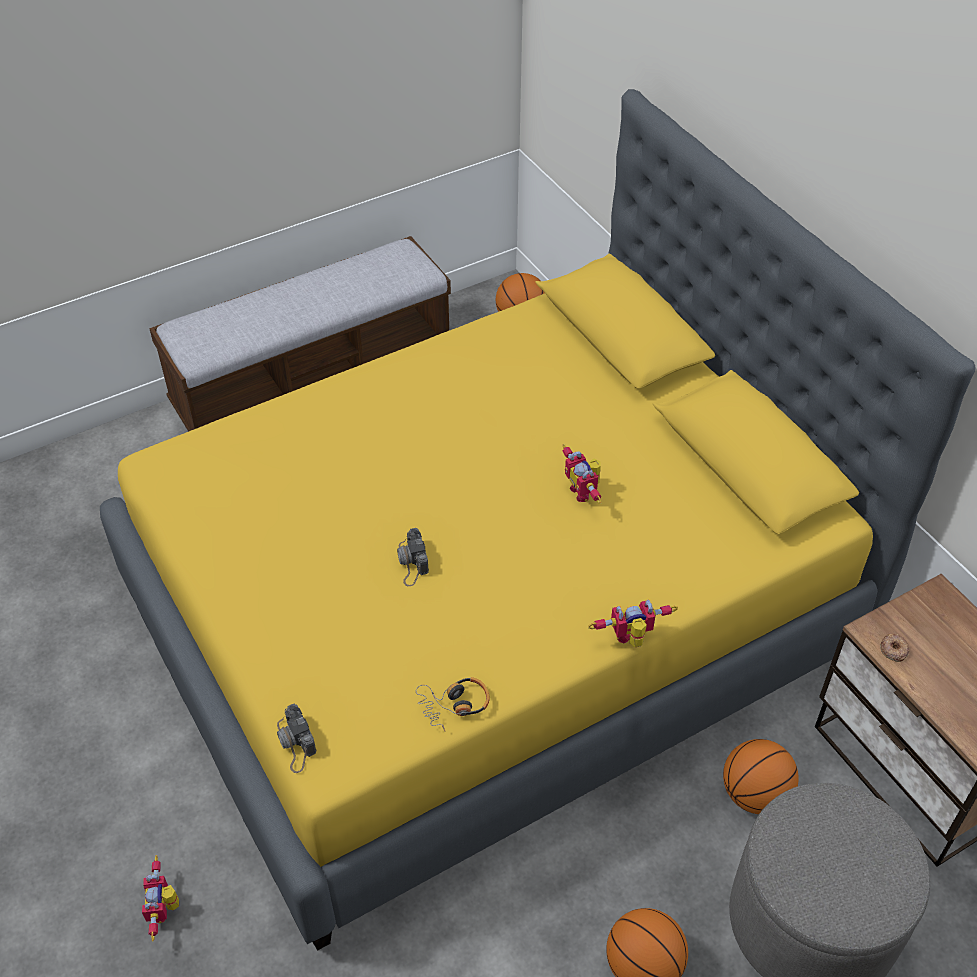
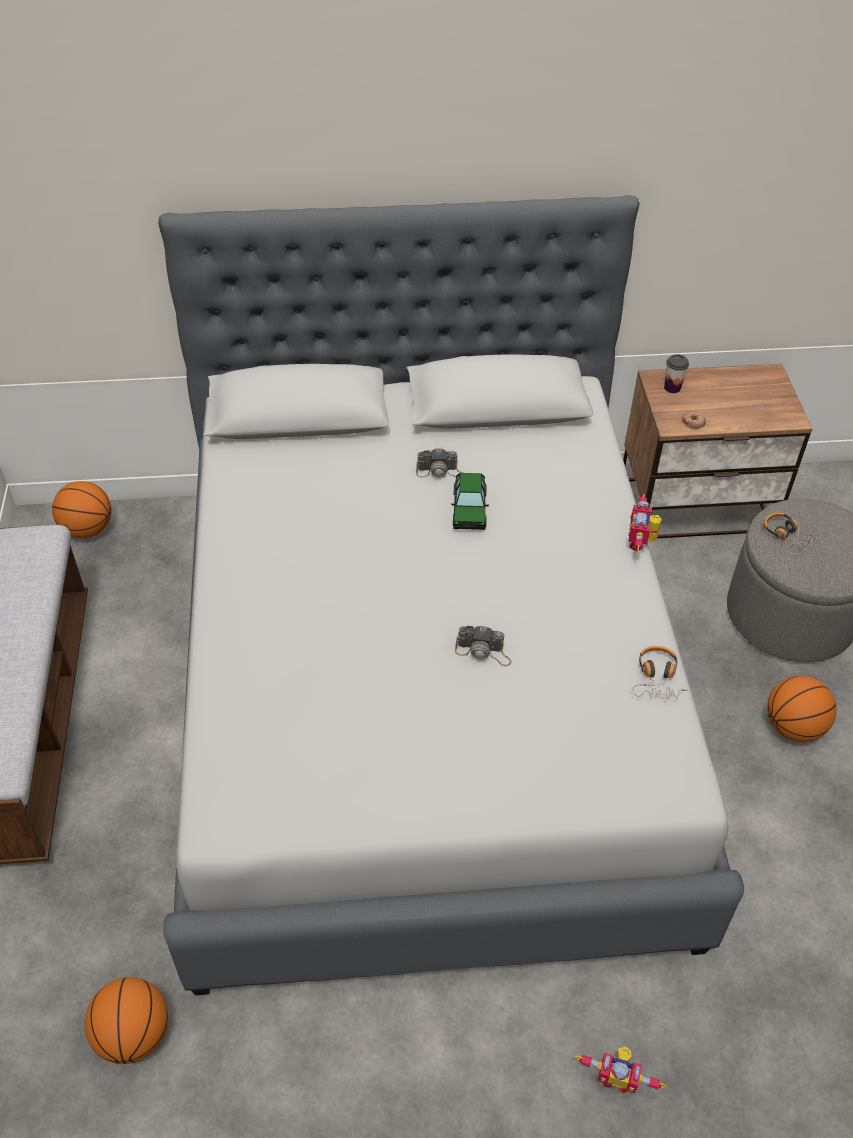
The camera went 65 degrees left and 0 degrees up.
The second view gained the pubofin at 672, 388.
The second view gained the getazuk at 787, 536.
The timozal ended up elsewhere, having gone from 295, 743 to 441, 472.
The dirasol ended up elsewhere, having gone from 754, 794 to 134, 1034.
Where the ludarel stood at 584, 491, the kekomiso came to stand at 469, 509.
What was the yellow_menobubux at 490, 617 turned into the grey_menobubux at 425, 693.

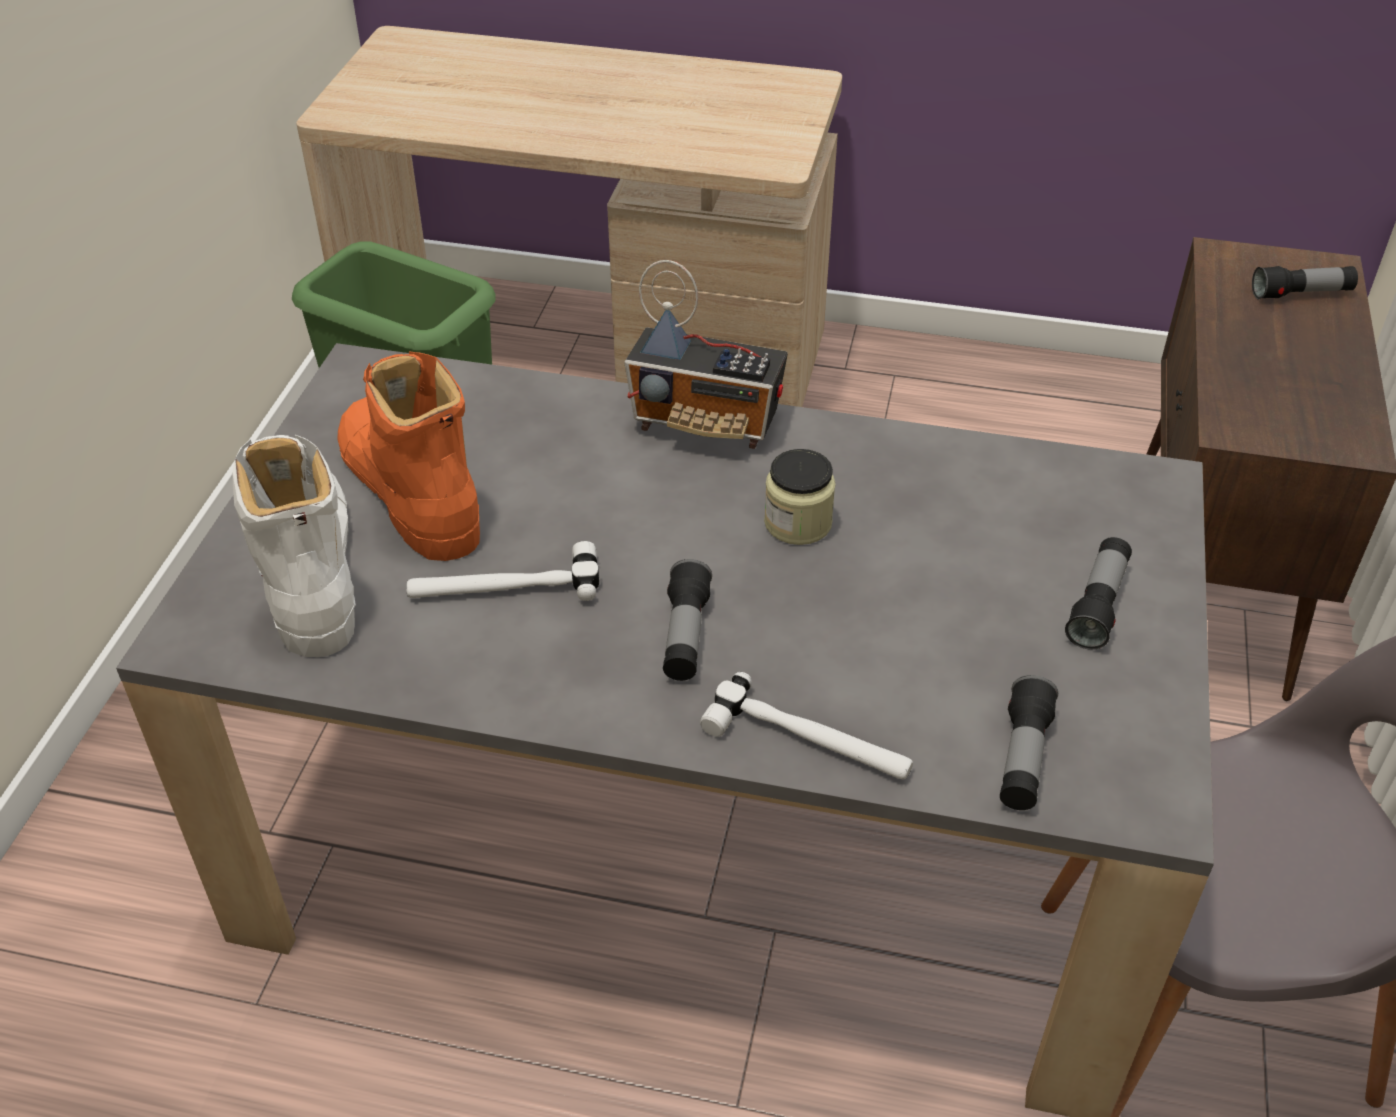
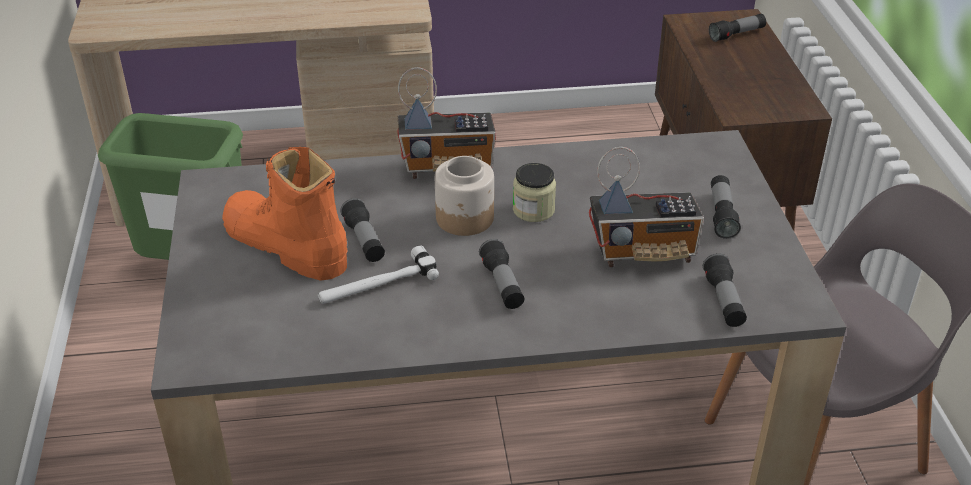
The camera went 20 degrees left and 5 degrees down.
The second view lost the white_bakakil at 311, 572.
The second view lost the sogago at 808, 742.
The second view gained the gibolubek at 364, 240.
The second view gained the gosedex at 465, 218.
The second view gained the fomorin at 644, 252.

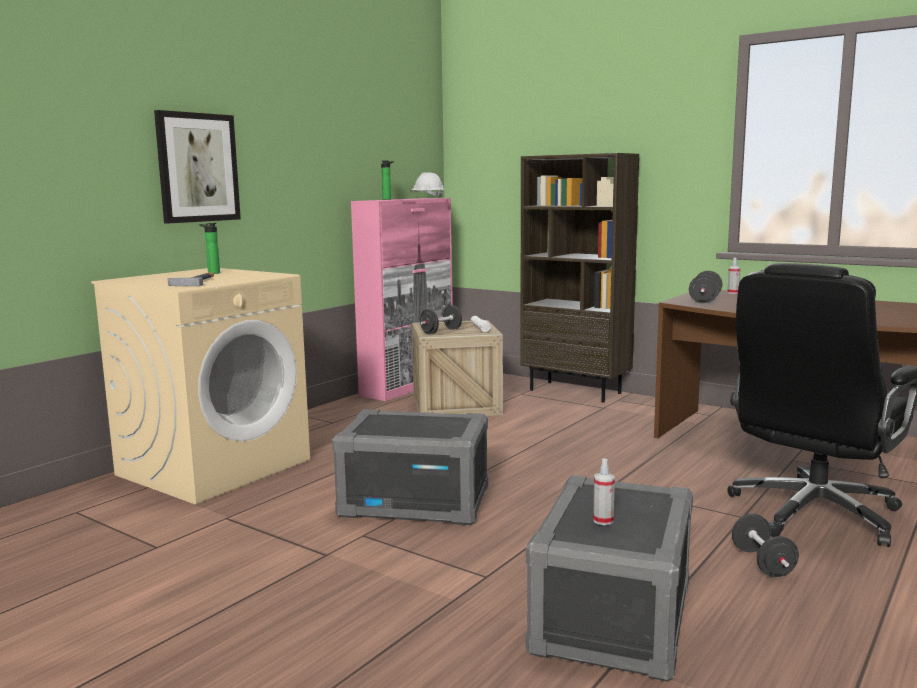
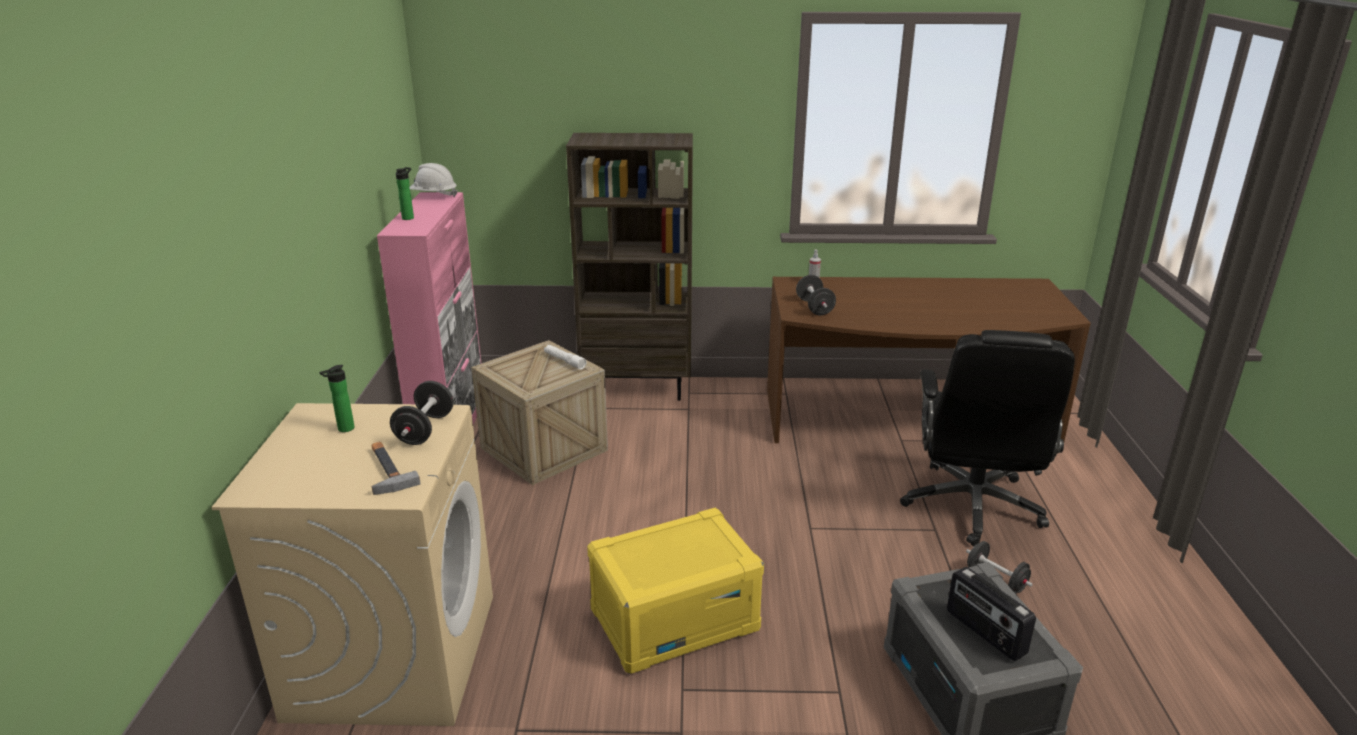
The camera went 35 degrees left and 15 degrees up.
The second view lost the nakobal at 197, 167.
The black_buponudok ended up elsewhere, having gone from 441, 331 to 425, 430.
Where the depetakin stood at 603, 520, the fomorin came to stand at 984, 633.
What was the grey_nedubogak at 415, 502 turned into the yellow_nedubogak at 675, 619.

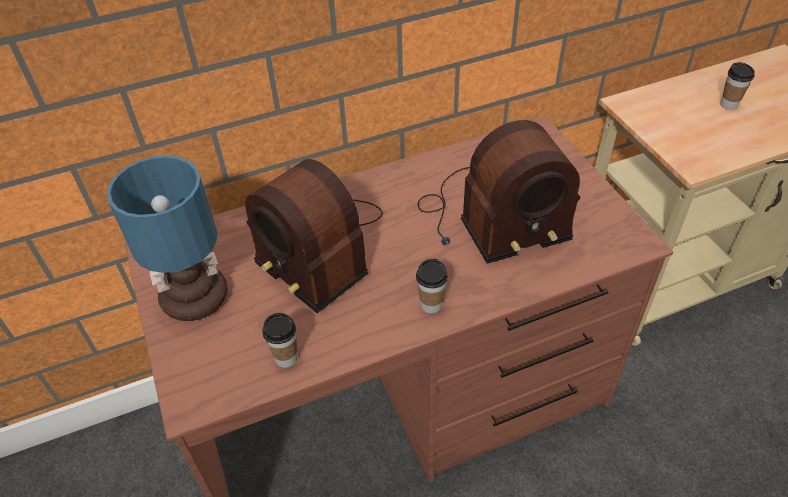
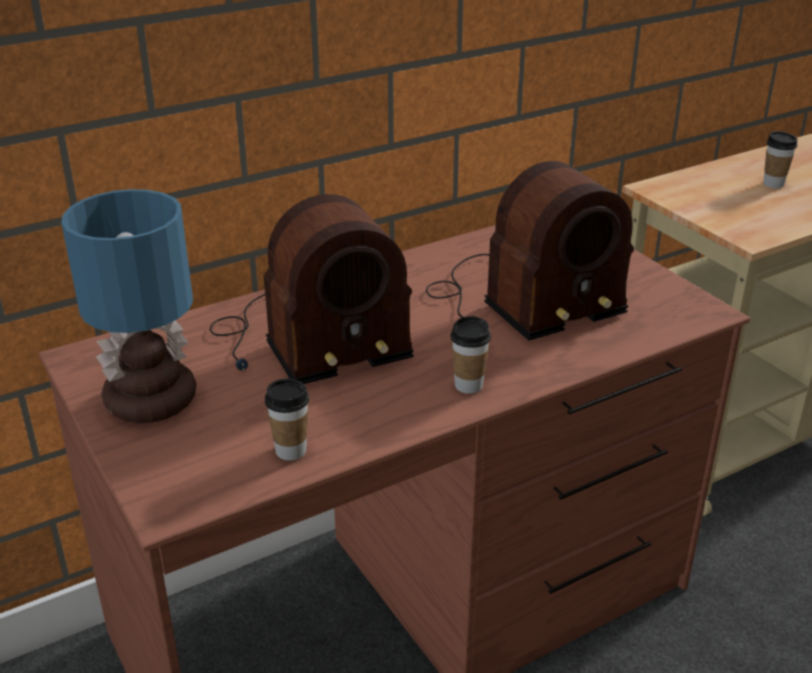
The camera went 10 degrees left and 15 degrees down.
The fomorin at 318, 248 ended up facing another way, 60 degrees counterclockwise from before.

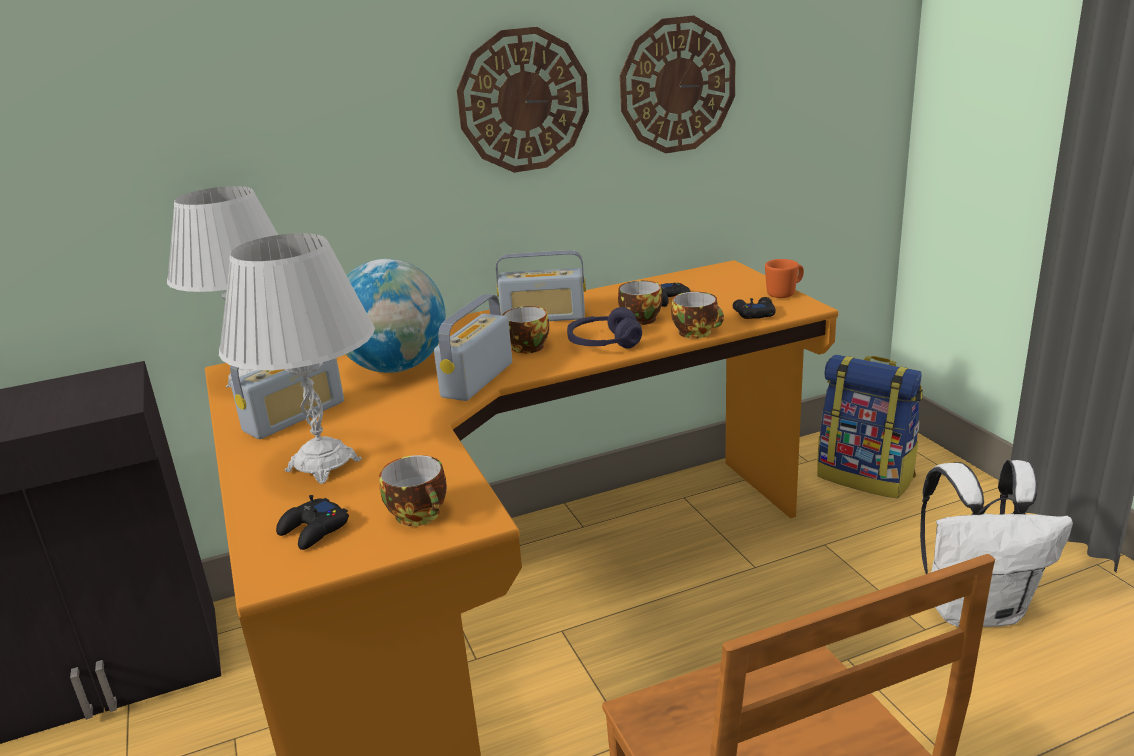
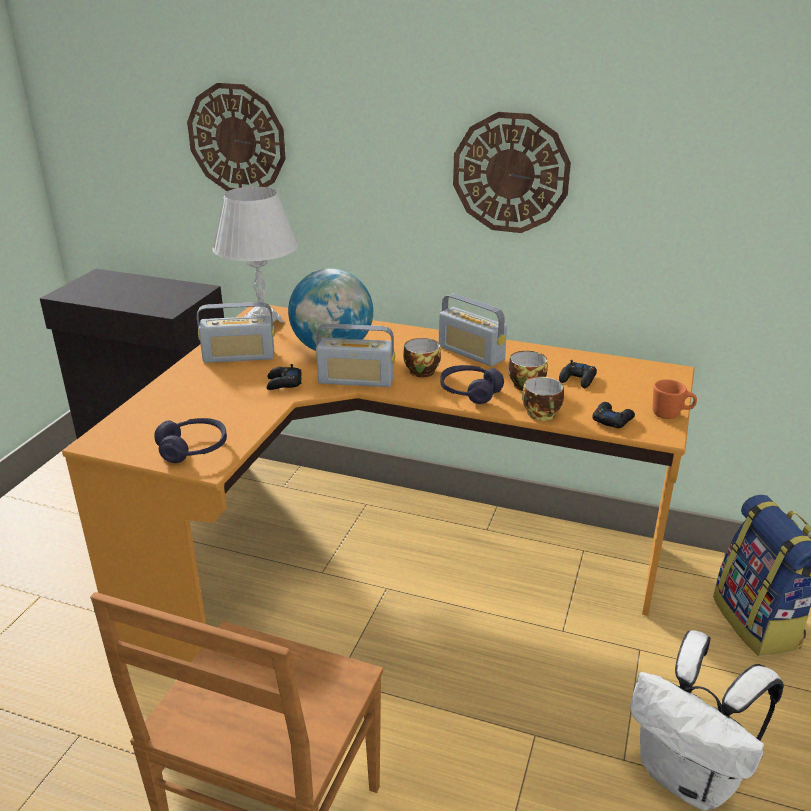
The camera went 40 degrees right and 5 degrees up.
The second view lost the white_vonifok at 323, 465.
The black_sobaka ended up elsewhere, having gone from 314, 530 to 283, 383.
The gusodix ended up elsewhere, having gone from 677, 85 to 237, 139.
Where the pubofin stood at 421, 515, the purple_getazuk came to stand at 193, 449.
The fomorin at 477, 380 ended up facing another way, 150 degrees counterclockwise from before.

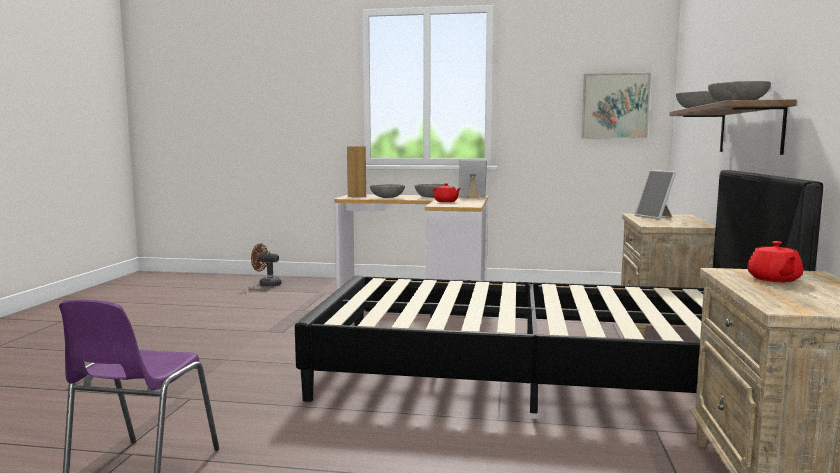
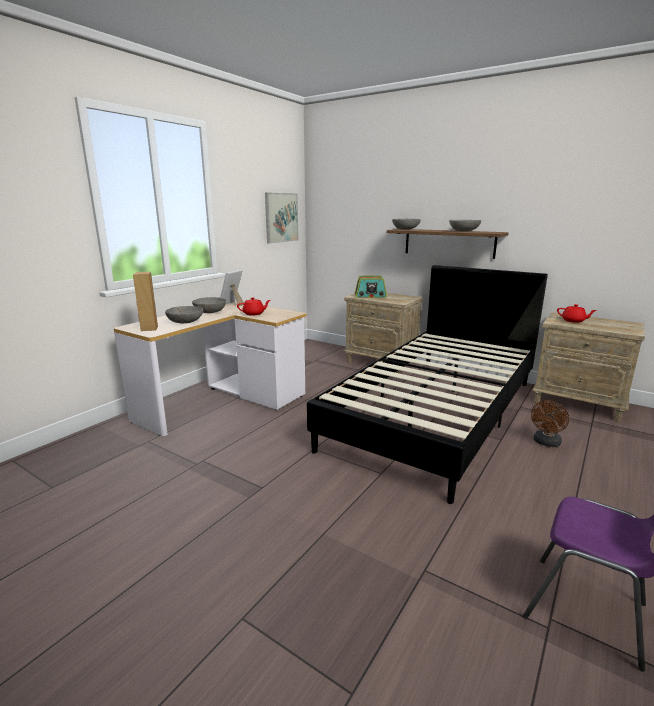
The camera went 65 degrees left and 10 degrees up.
The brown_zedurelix ended up elsewhere, having gone from 266, 284 to 546, 443.
Where the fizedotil stood at 655, 217, the fomorin came to stand at 370, 296.

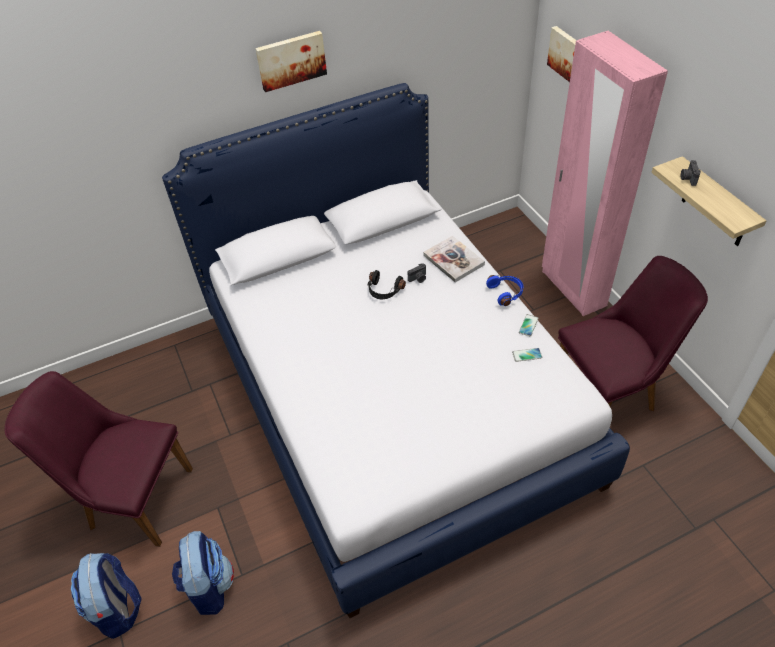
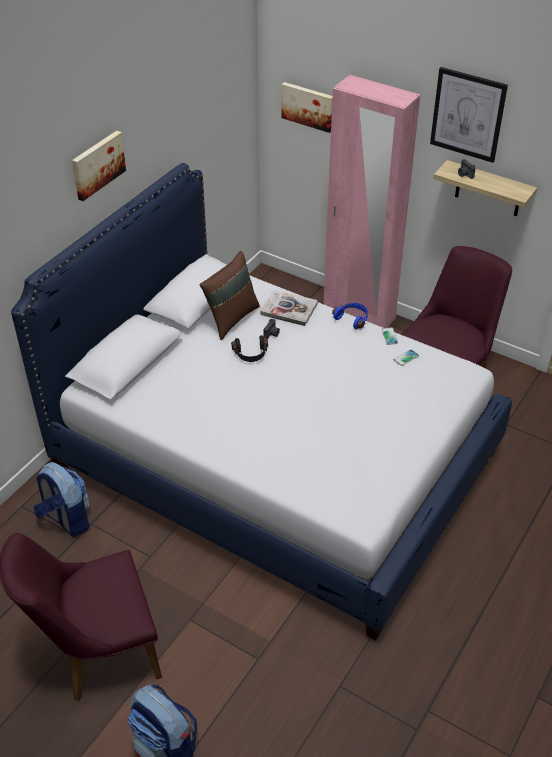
The camera went 35 degrees left and 5 degrees down.
The second view gained the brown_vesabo at 231, 318.
The second view gained the nakobal at 468, 114.
The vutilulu ended up elsewhere, having gone from 209, 586 to 66, 519.

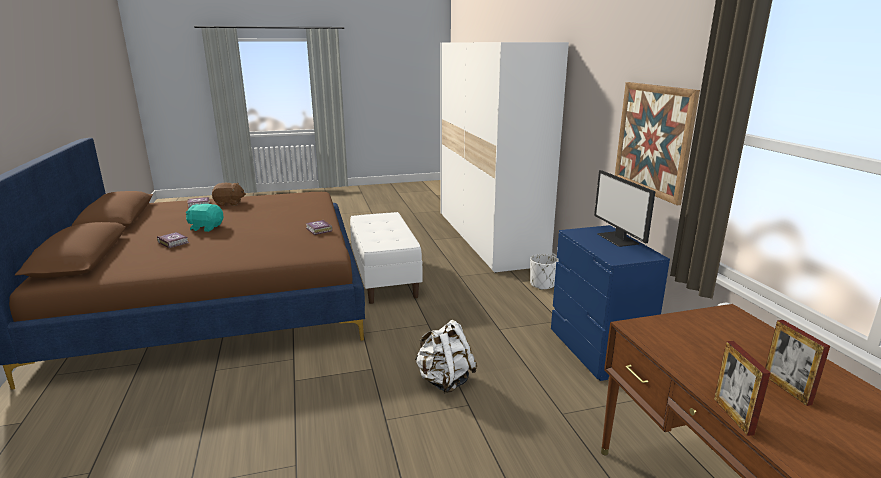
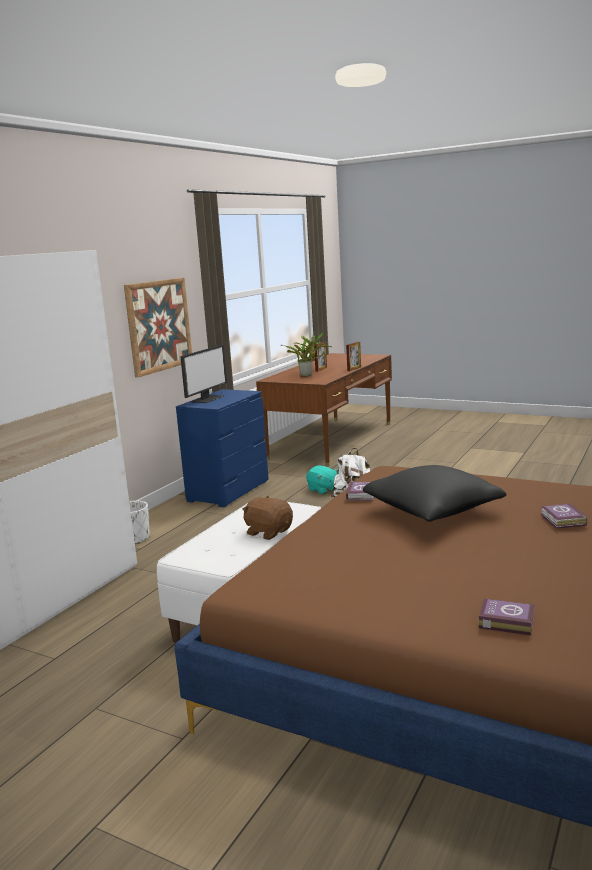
The camera went 135 degrees left and 5 degrees down.
The second view gained the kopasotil at 308, 375.
The second view gained the black_vesabo at 432, 510.
The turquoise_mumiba ended up elsewhere, having gone from 206, 228 to 323, 490.
The brown_mumiba ended up elsewhere, having gone from 229, 203 to 268, 532.

